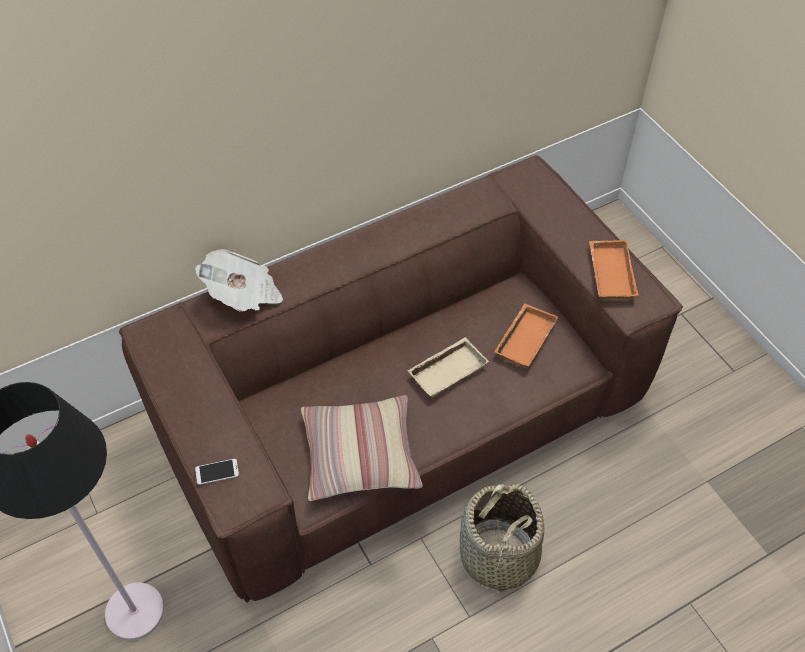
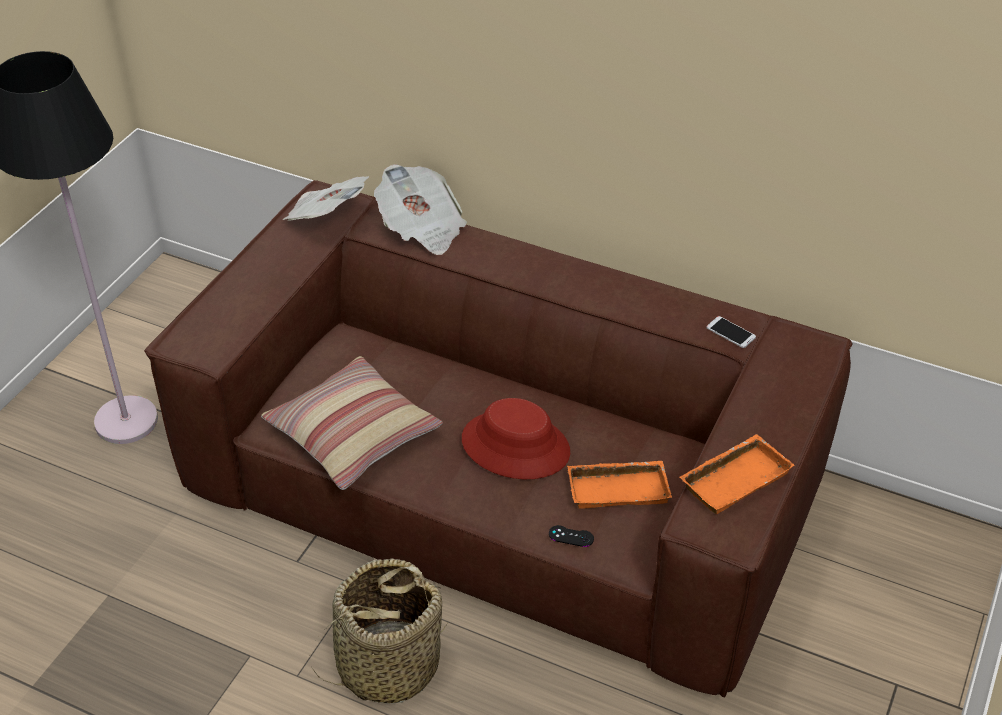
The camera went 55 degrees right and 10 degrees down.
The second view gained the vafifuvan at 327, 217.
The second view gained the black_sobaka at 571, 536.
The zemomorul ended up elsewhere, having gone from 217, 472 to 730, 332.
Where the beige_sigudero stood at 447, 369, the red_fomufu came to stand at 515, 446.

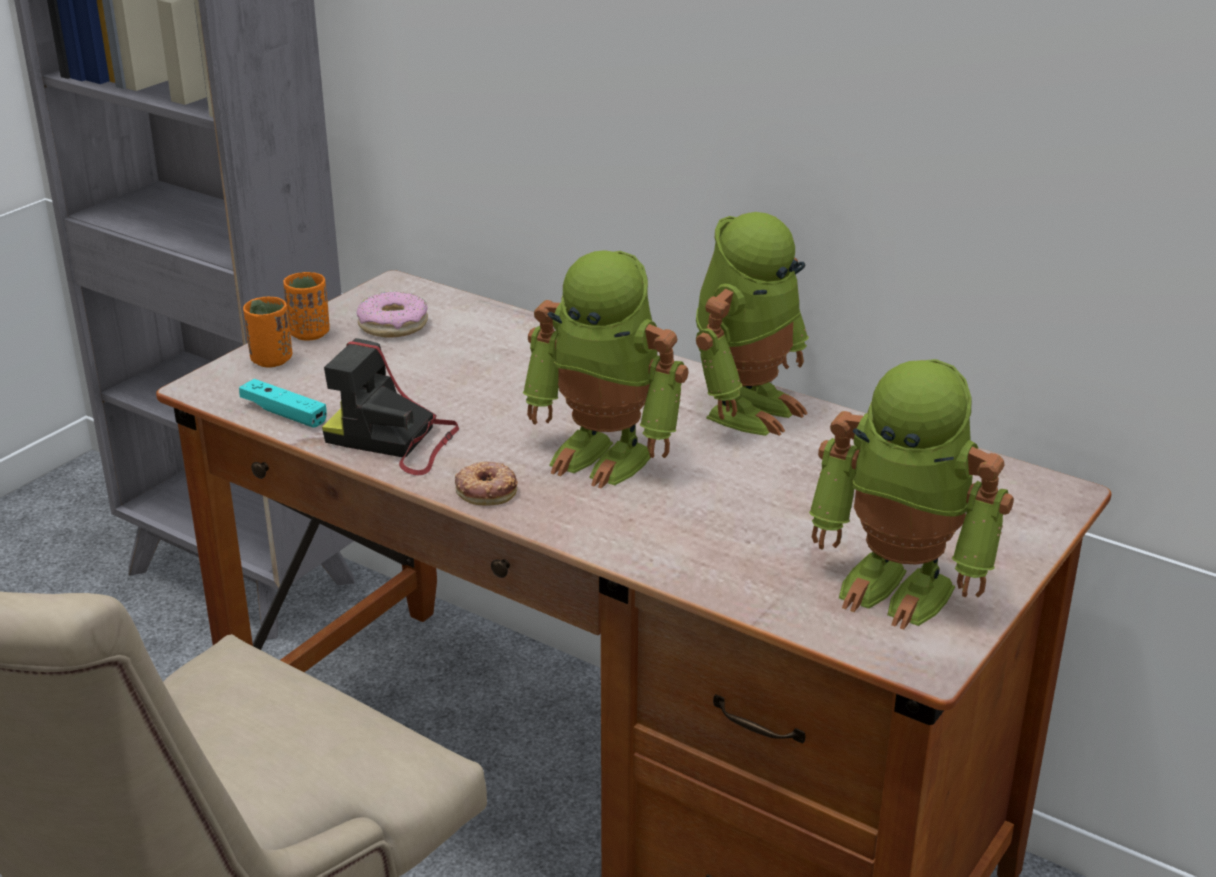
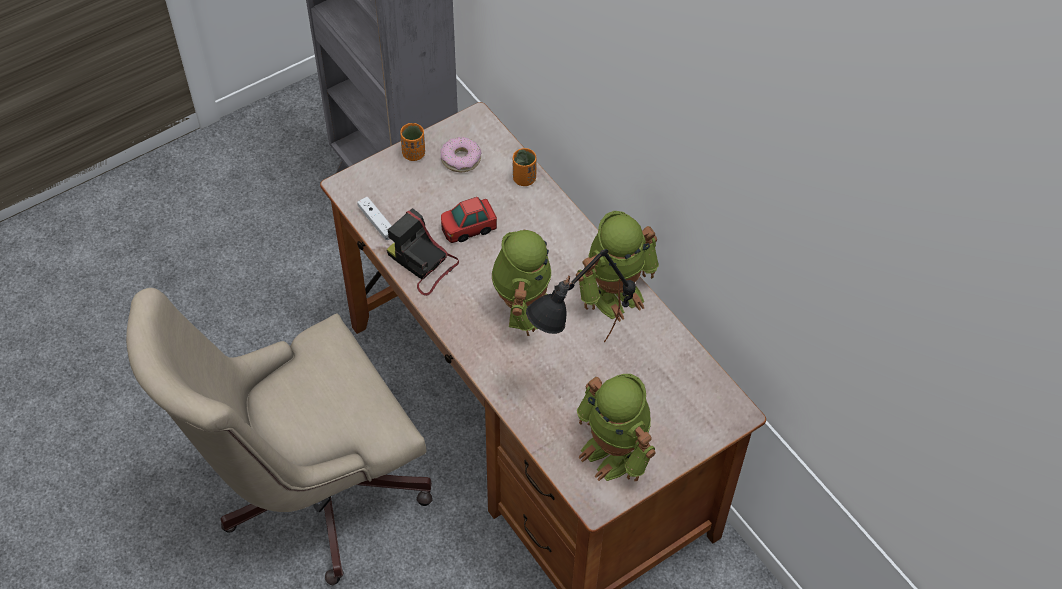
The camera went 20 degrees right and 25 degrees up.
The second view lost the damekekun at 486, 489.
The second view gained the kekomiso at 468, 228.
The second view gained the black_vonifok at 579, 371.
The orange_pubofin ended up elsewhere, having gone from 271, 360 to 524, 179.
What was the turquoise_sobaka at 284, 413 turned into the white_sobaka at 377, 222.
The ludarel at 606, 454 ended up facing another way, 135 degrees counterclockwise from before.

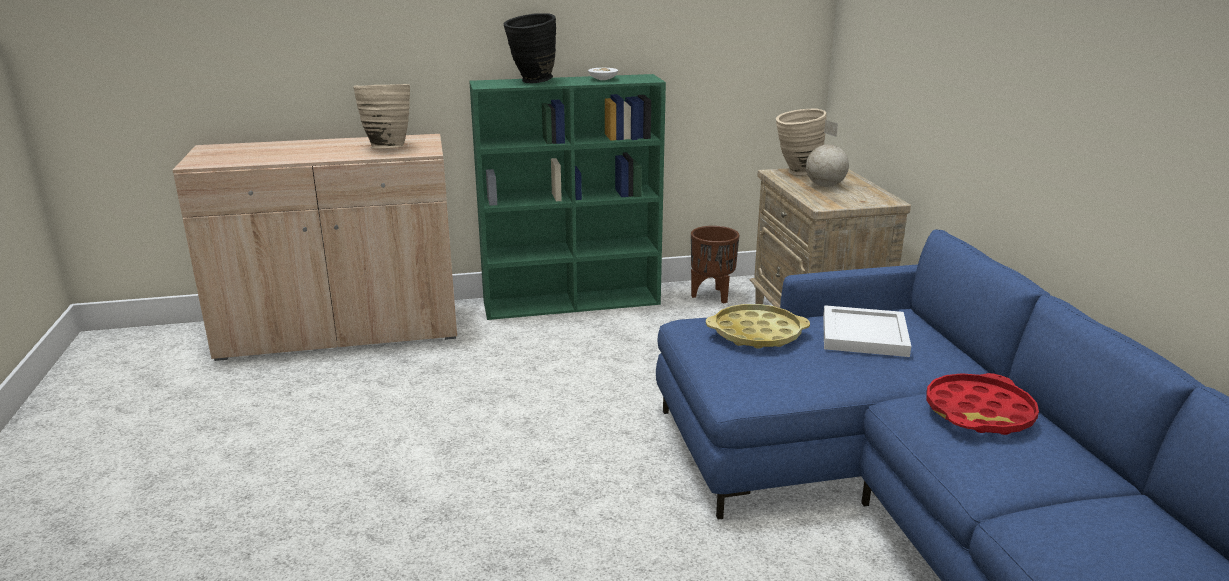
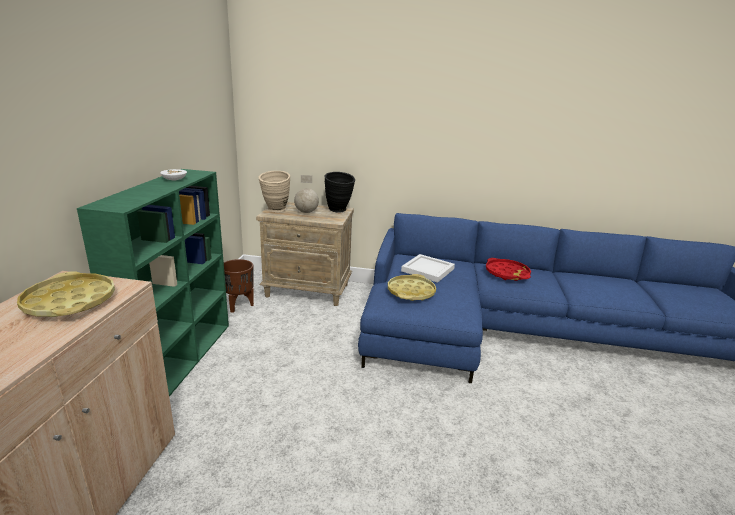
The camera went 70 degrees left and 0 degrees up.
The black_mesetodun ended up elsewhere, having gone from 532, 82 to 339, 211.
Where the beige_mesetodun stood at 387, 147, the yellow_sigudero came to stand at 70, 302.

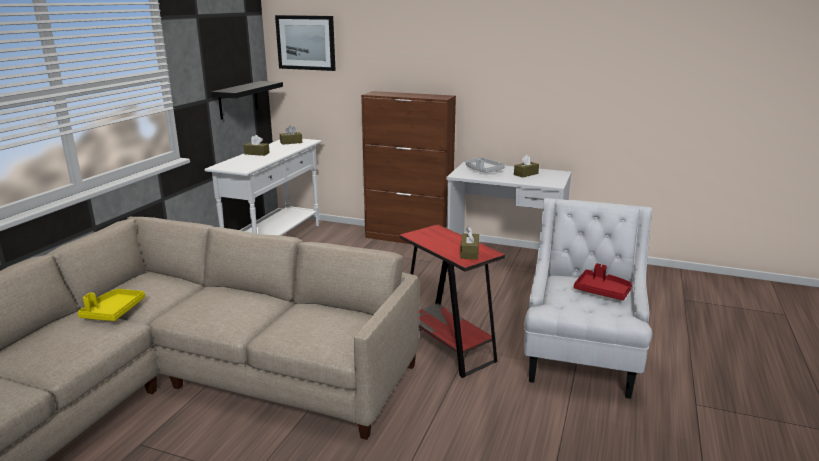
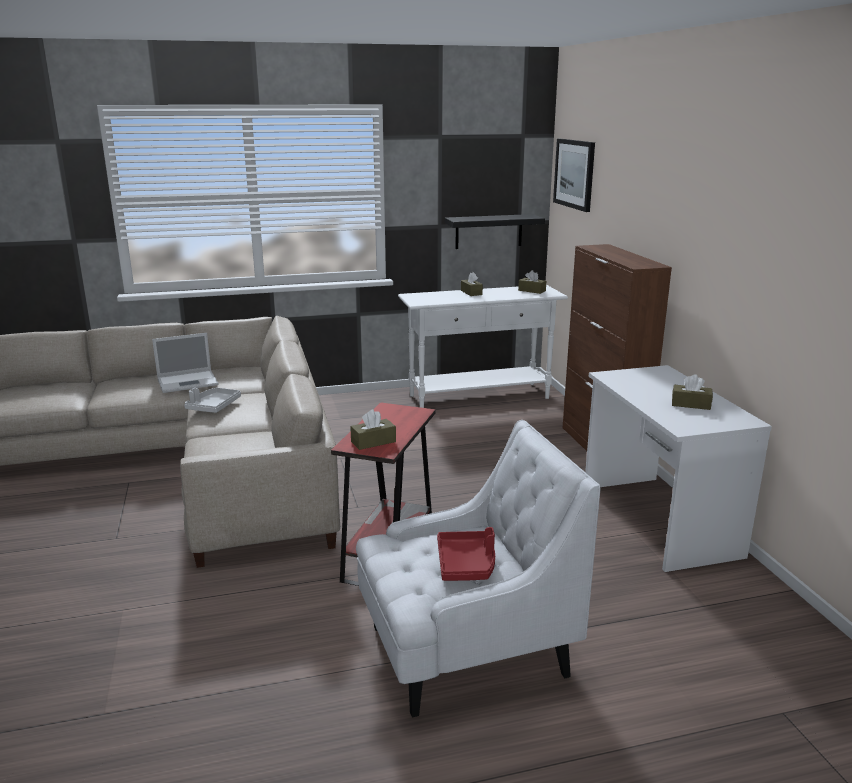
The camera went 55 degrees right and 0 degrees up.
The grey_sigudero ended up elsewhere, having gone from 483, 170 to 213, 406.
Where the yellow_sigudero stood at 113, 311, the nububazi came to stand at 189, 382.

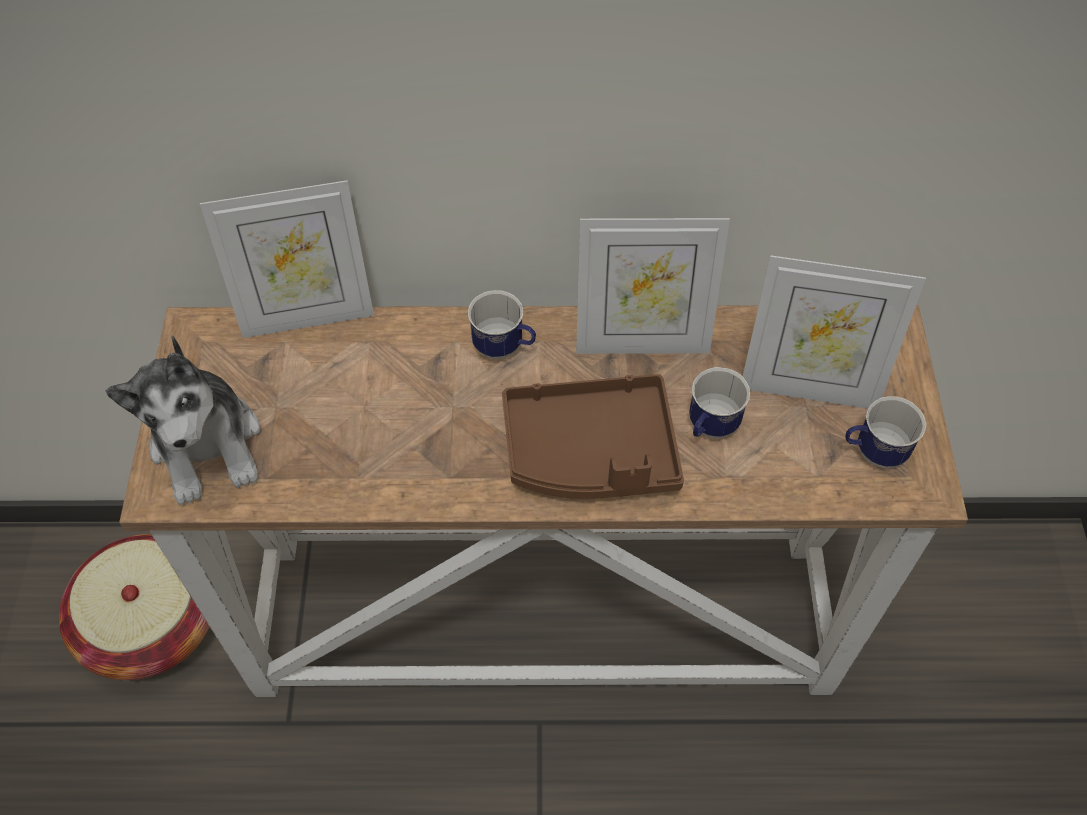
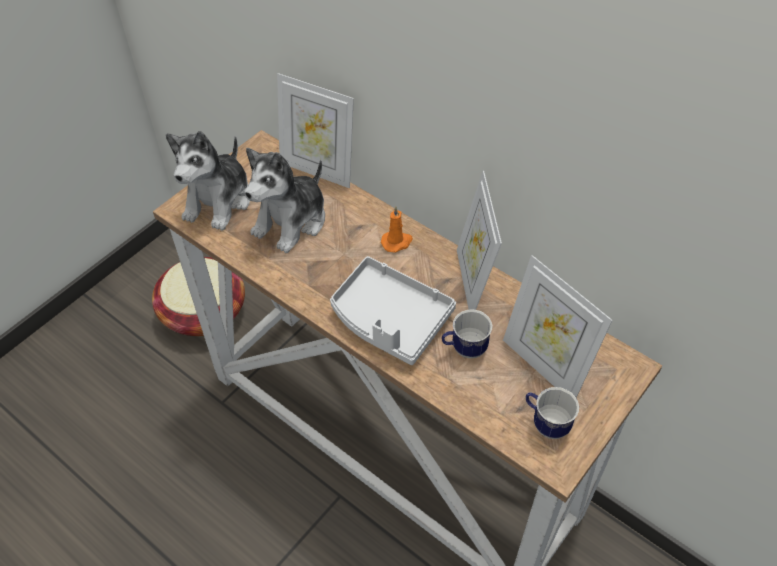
The camera went 40 degrees right and 5 degrees down.
The second view gained the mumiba at 291, 221.
Where the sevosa stood at 504, 348, the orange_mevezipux came to stand at 397, 242.
What was the brown_sigudero at 591, 452 turned into the grey_sigudero at 389, 319.
The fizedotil at 642, 341 ended up facing another way, 45 degrees clockwise from before.

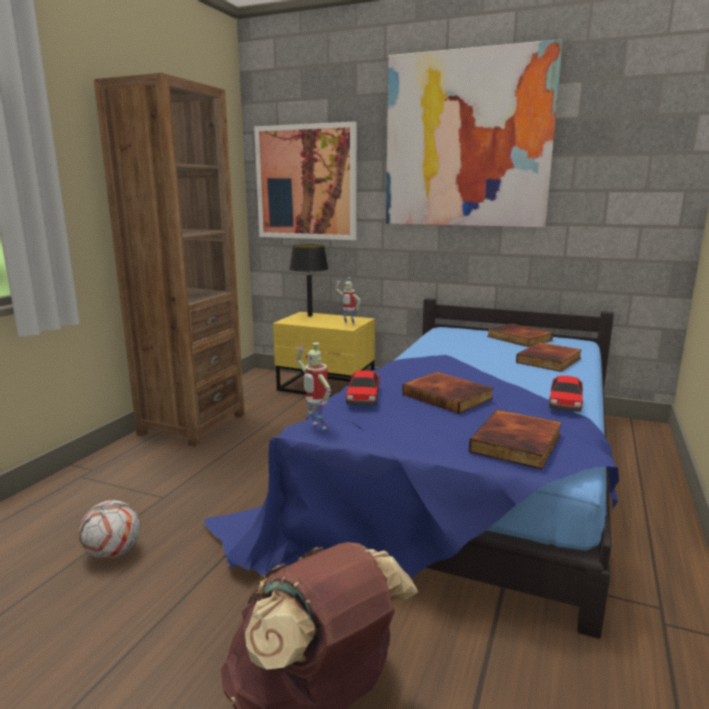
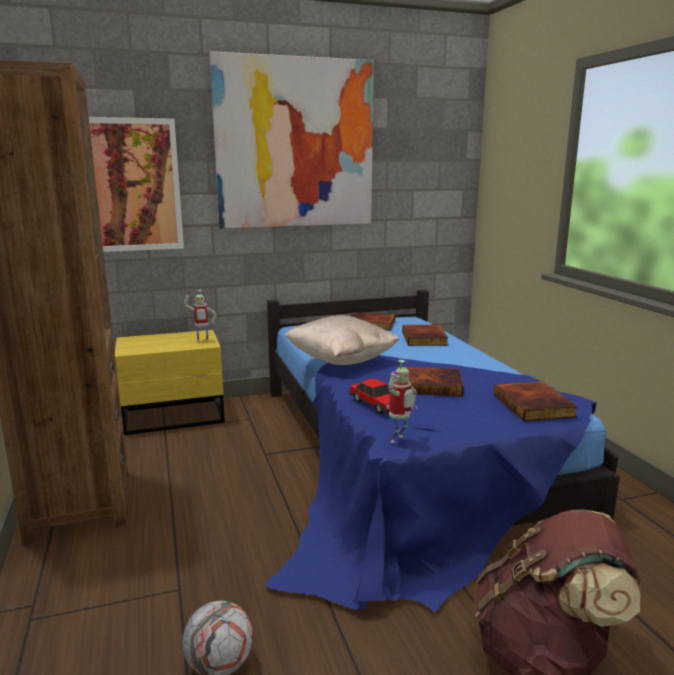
The camera went 40 degrees left and 0 degrees up.
The second view lost the black_vonifok at 310, 316.
The second view lost the kekomiso at 565, 403.
The second view gained the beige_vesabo at 341, 361.
The ludarel at 316, 426 ended up facing another way, 60 degrees counterclockwise from before.

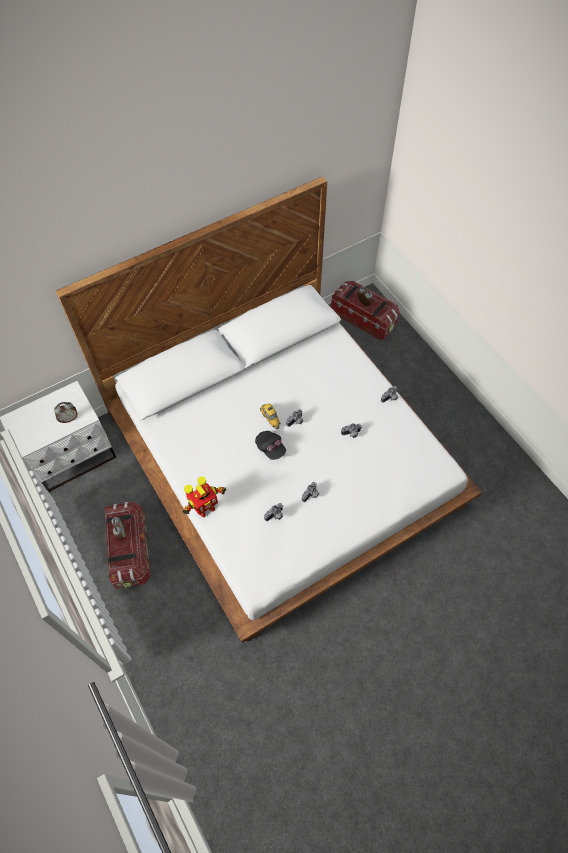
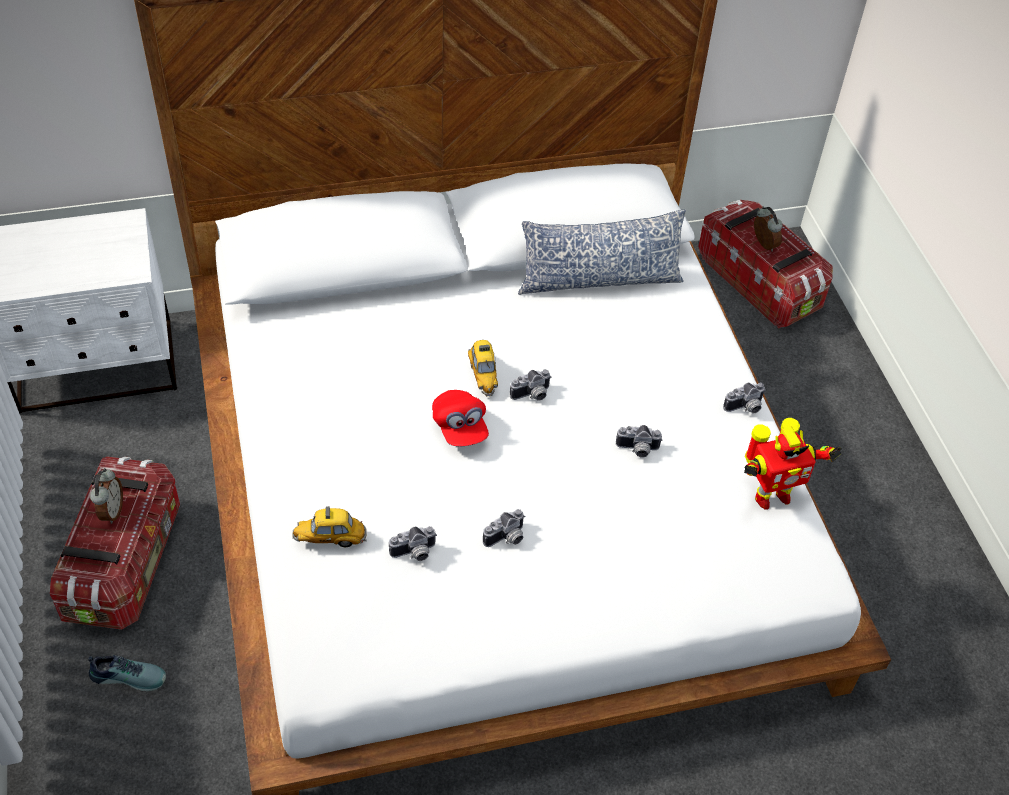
The camera went 15 degrees right and 10 degrees down.
The second view lost the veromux at 69, 418.
The second view gained the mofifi at 129, 675.
The second view gained the kekomiso at 330, 538.
The second view gained the vesabo at 599, 280.
The ludarel ended up elsewhere, having gone from 205, 509 to 770, 495.
What was the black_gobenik at 270, 448 turned into the red_gobenik at 460, 428.

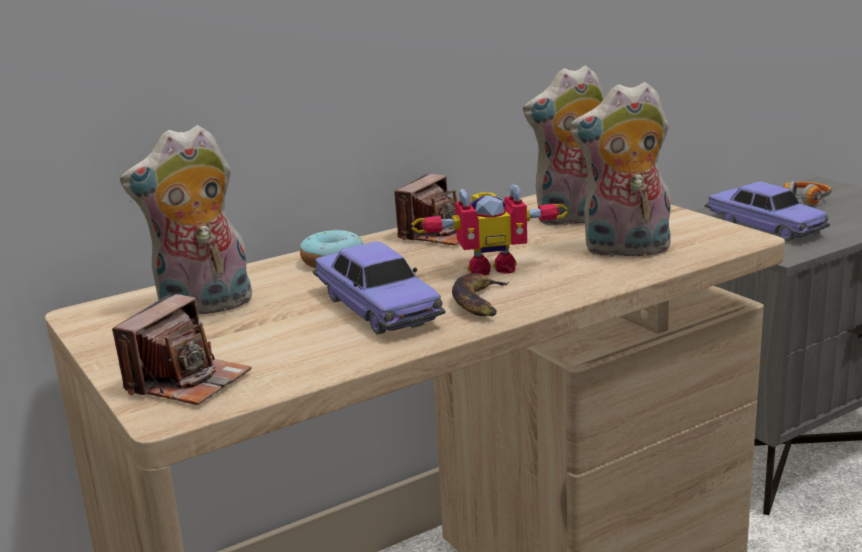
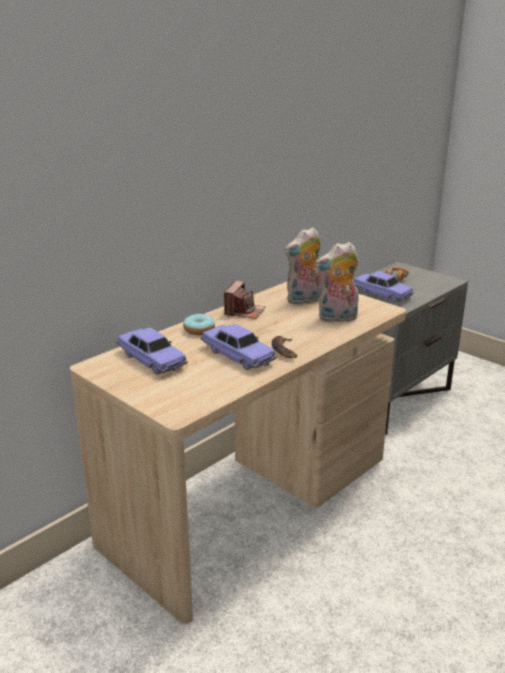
The camera went 15 degrees left and 5 degrees up.
The second view lost the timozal at 188, 381.
The second view lost the ludarel at 490, 267.
Where the mumiba stood at 204, 307, the kekomiso came to stand at 151, 360.

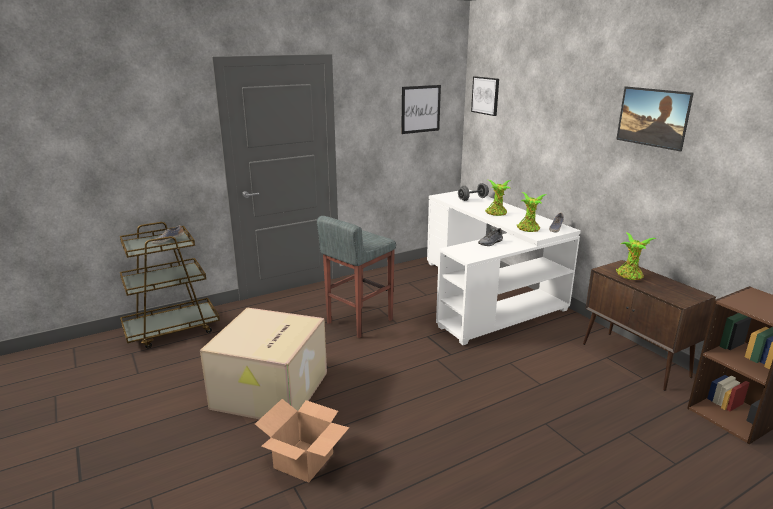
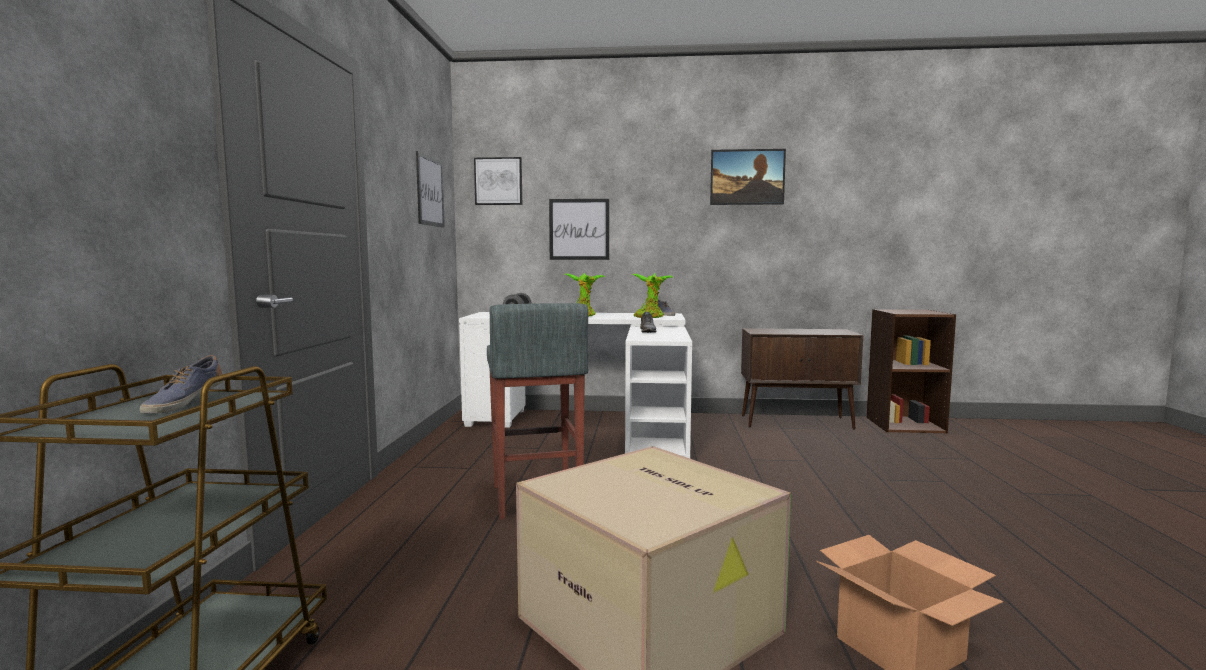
The camera went 55 degrees left and 15 degrees down.
The second view lost the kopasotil at 630, 276.
The second view gained the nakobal at 579, 229.

